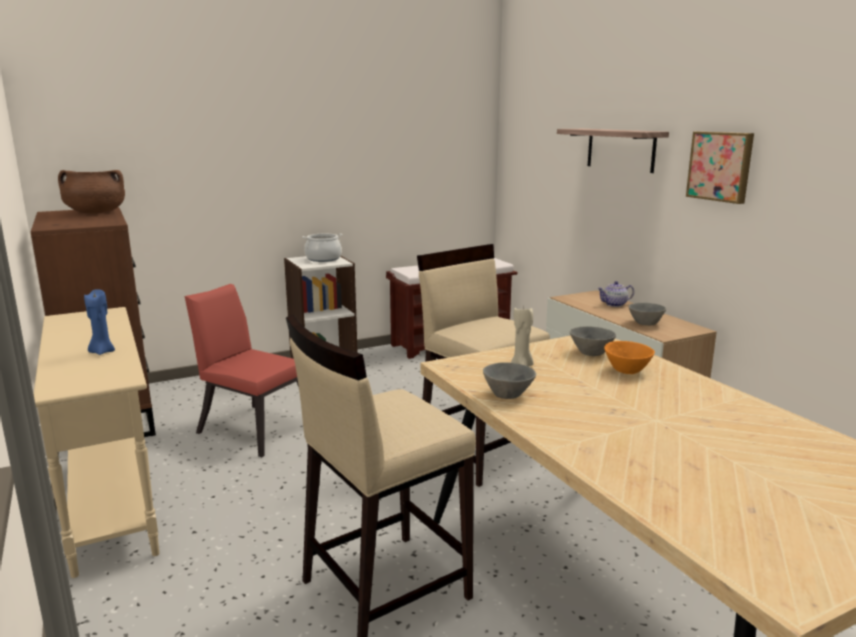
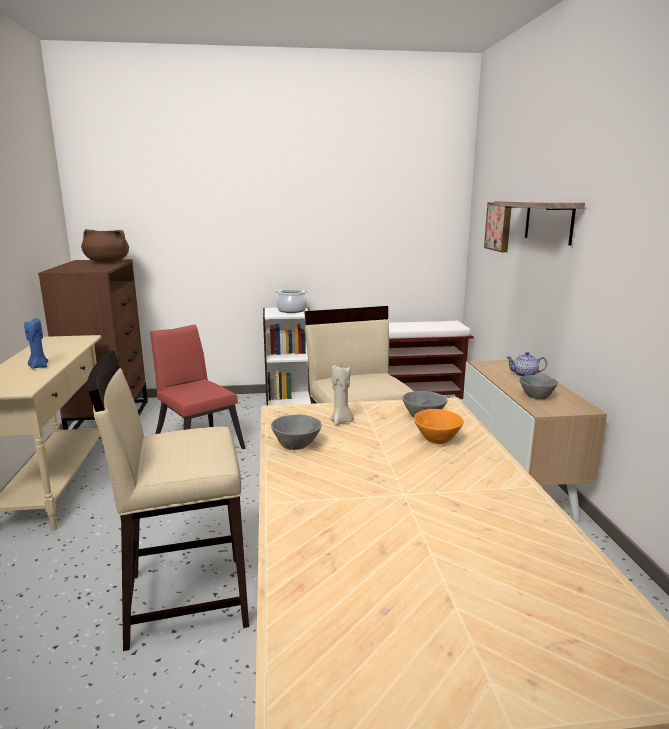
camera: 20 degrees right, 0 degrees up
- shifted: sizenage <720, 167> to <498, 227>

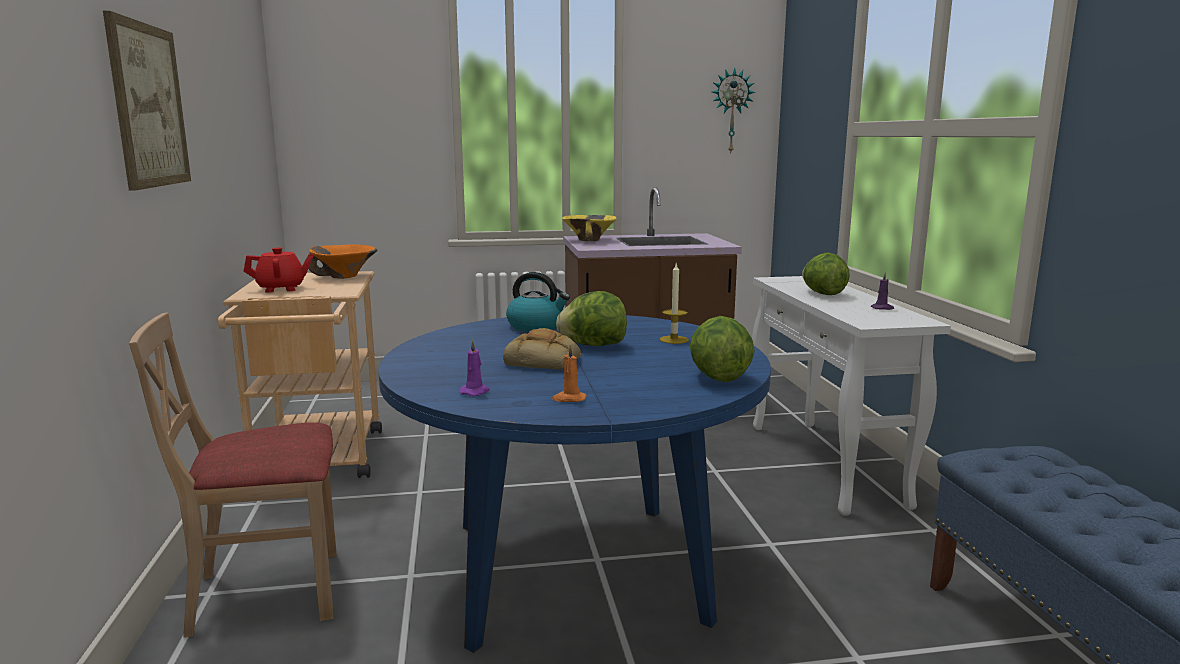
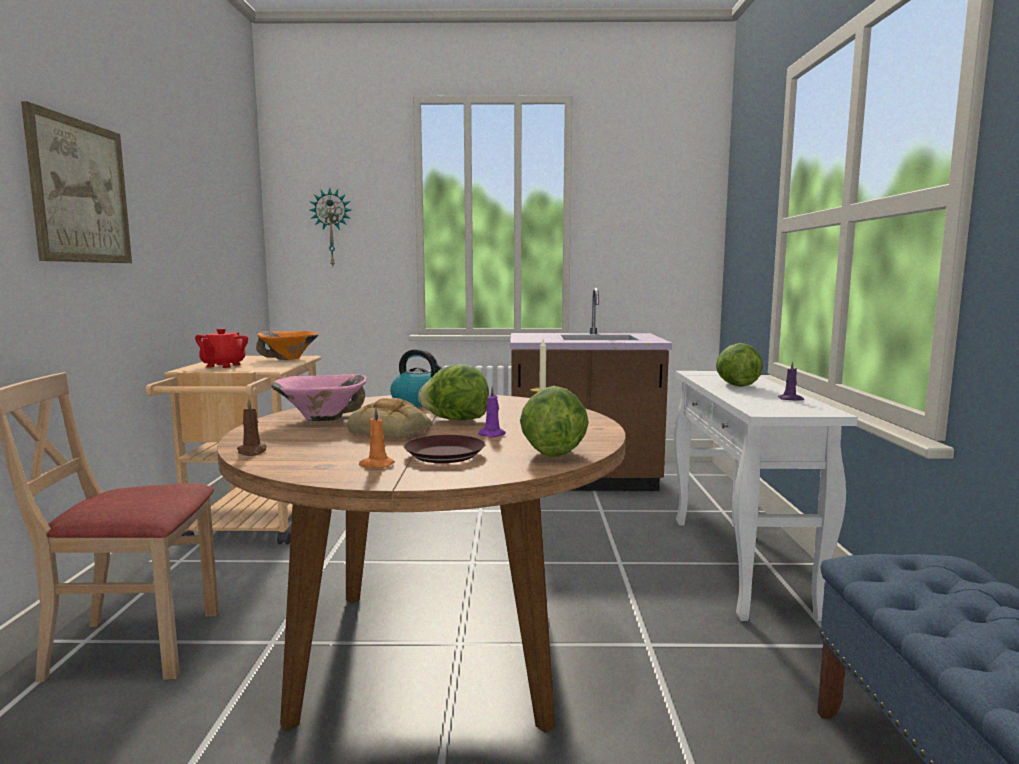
camera: 10 degrees right, 5 degrees down
- rotated: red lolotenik <278, 270> = <221, 348> 105 degrees clockwise
- repainted: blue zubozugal <574, 484> to brown zubozugal <421, 564>
- new: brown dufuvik <252, 427>
- new: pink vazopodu <319, 397>
- shifted: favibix <734, 111> to <330, 227>
- new: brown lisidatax <445, 449>
- shifted: purple dufuvik <474, 368> to <492, 411>
- gone: yellow vazopodu <589, 228>

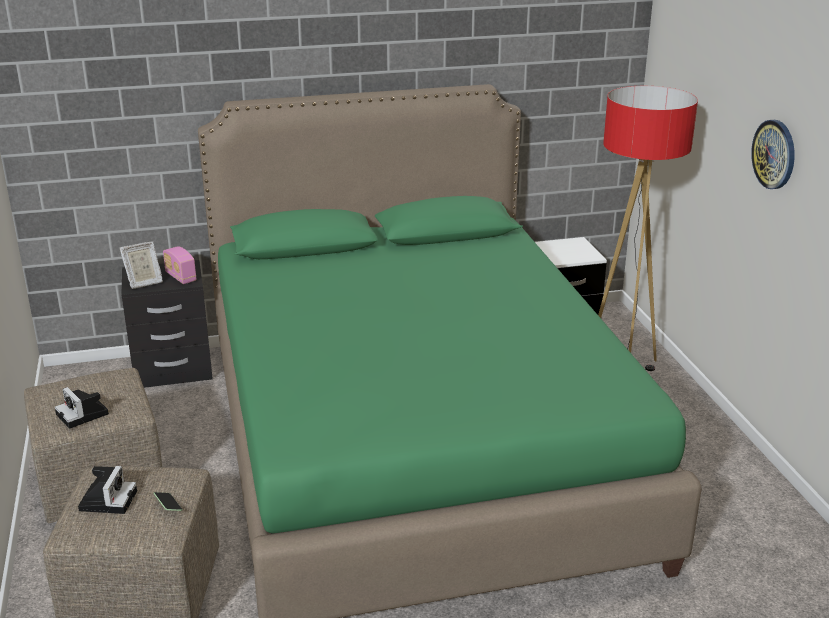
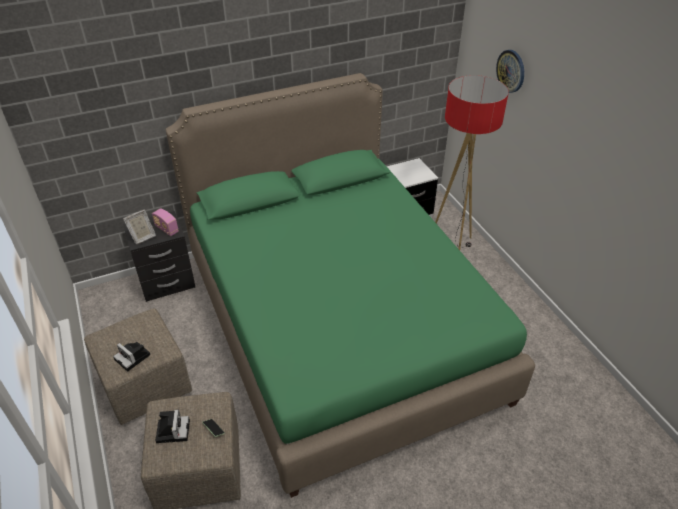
camera: 10 degrees left, 15 degrees up
- shifted: favibix <773, 154> to <510, 71>

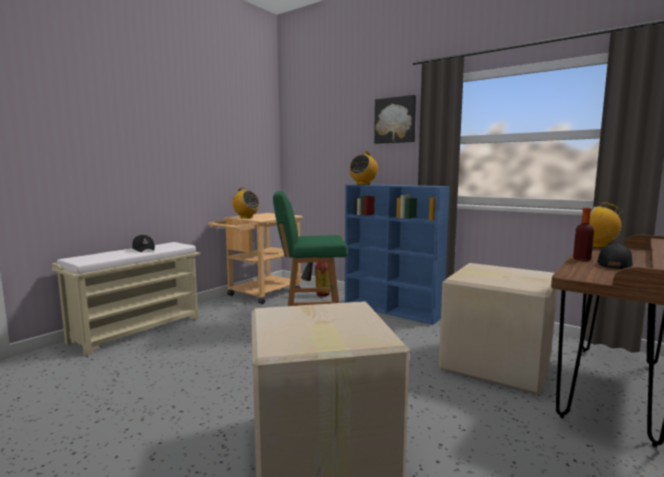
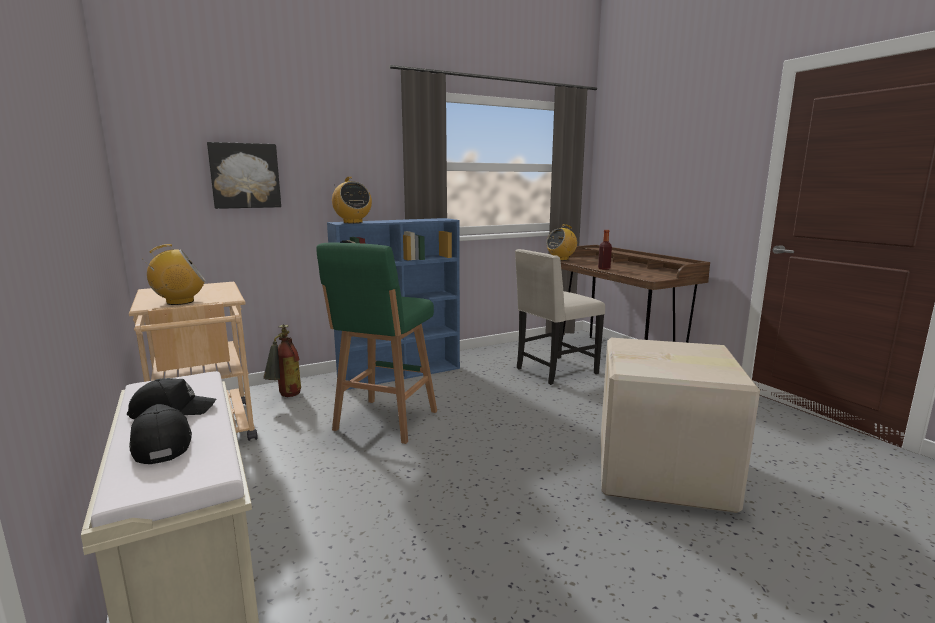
camera: 65 degrees left, 5 degrees up
- shifted: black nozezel <615, 256> to <160, 434>
- shifted: sizenage <395, 119> to <244, 175>
- swapped: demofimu <498, 328> to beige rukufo <560, 317>

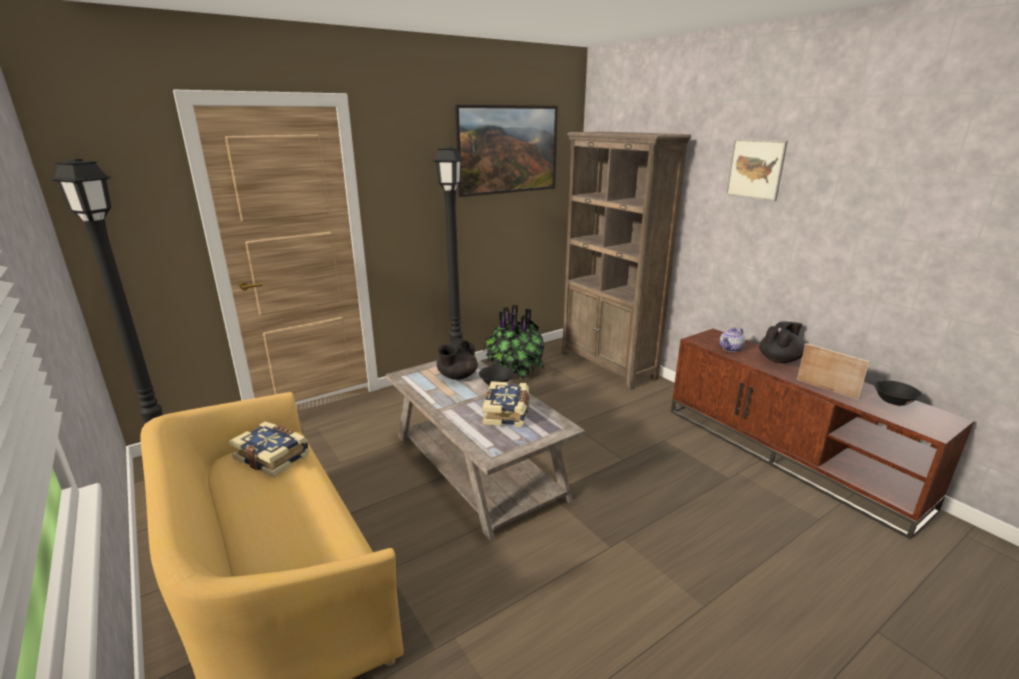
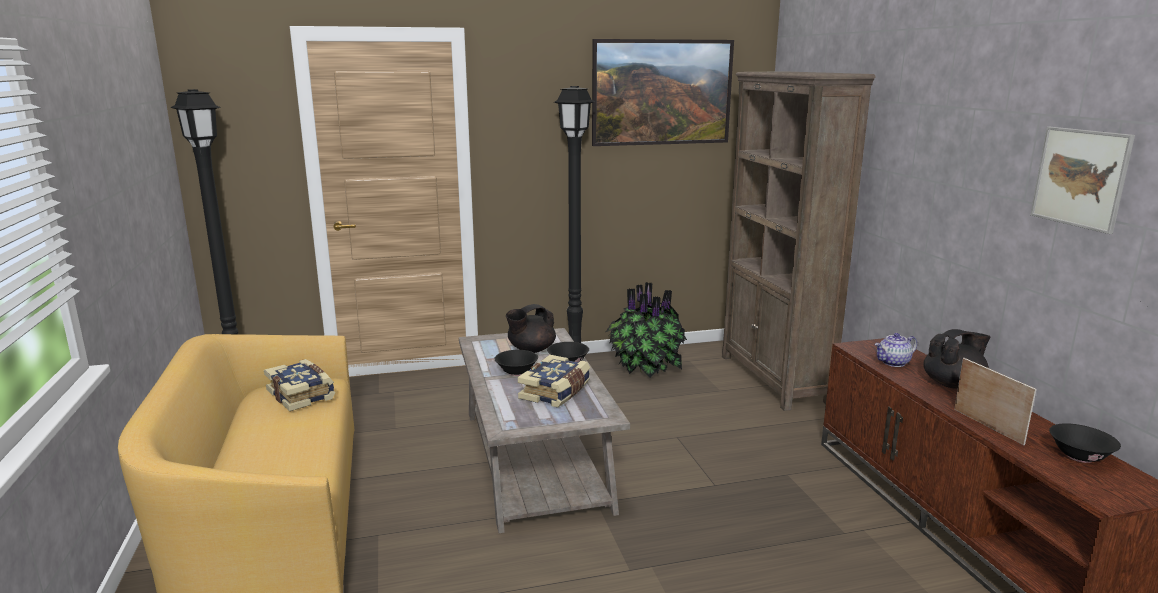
camera: 20 degrees right, 5 degrees down
- new: black vazopodu <516, 363>
- shifted: sizenage <757, 170> to <1082, 180>

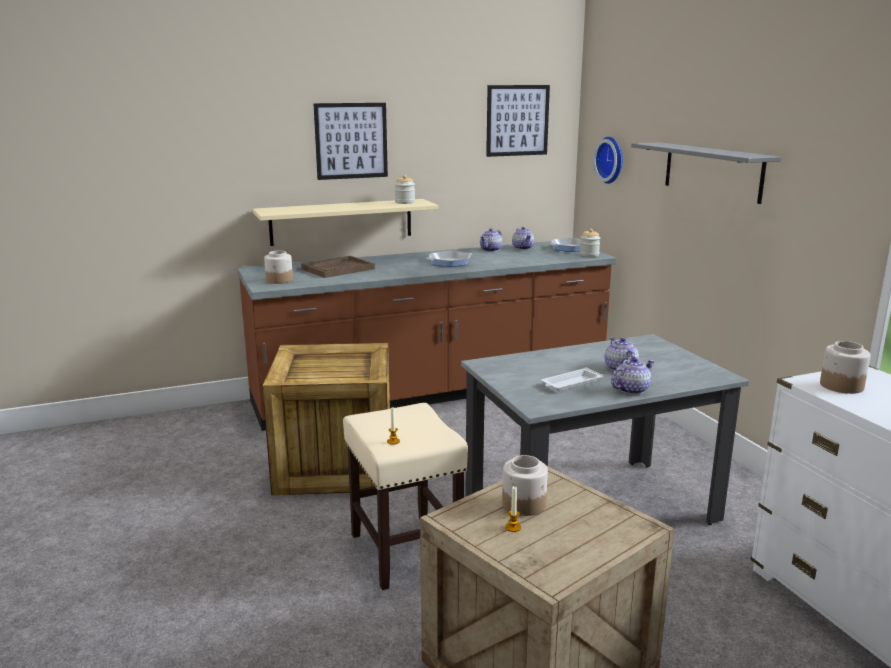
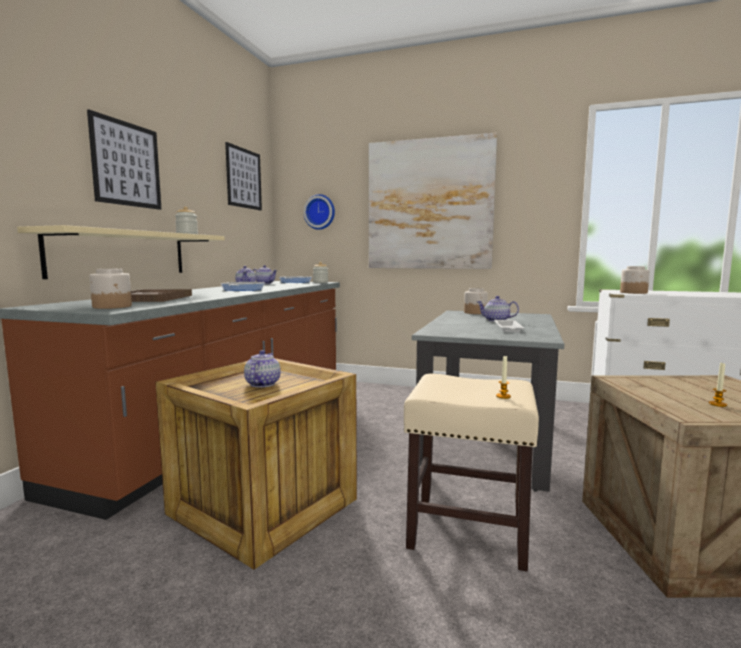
camera: 50 degrees left, 10 degrees down
- shifted: lolotenik <633, 376> to <262, 369>
- swapped: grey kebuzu <706, 173> to sizenage <433, 201>
- shifted: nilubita <525, 485> to <476, 301>

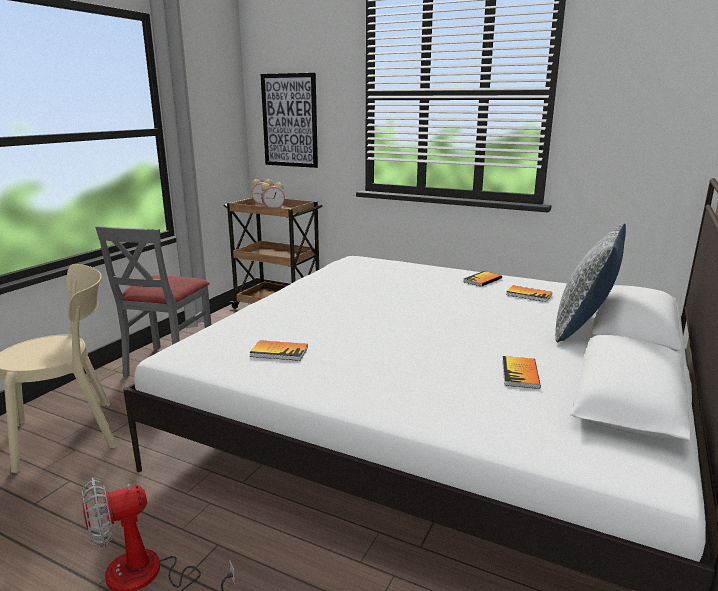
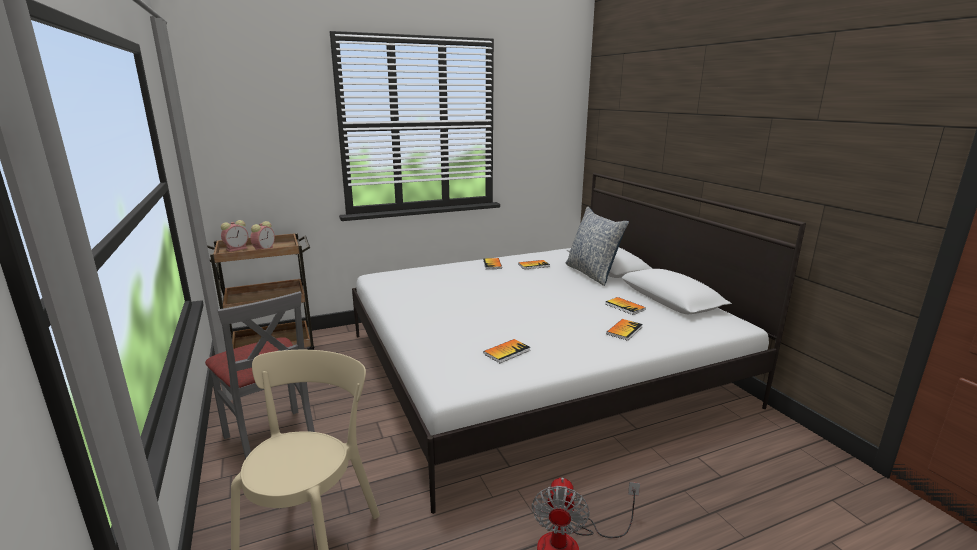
camera: 50 degrees left, 0 degrees up
- new: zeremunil <624, 330>
- gone: sizenage <289, 120>

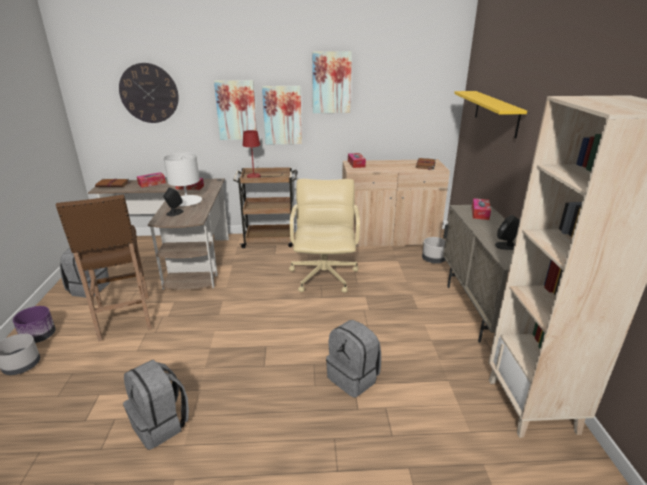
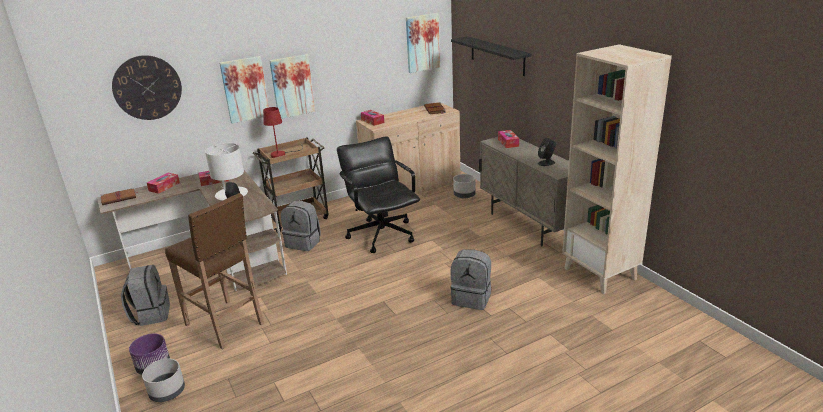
camera: 25 degrees left, 0 degrees up
- shifted: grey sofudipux <156, 405> to <301, 226>
- repainted: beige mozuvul <324, 236> to black mozuvul <378, 194>
- shifted: sizenage <332, 82> to <423, 43>
- repainted: yellow kebuzu <490, 115> to black kebuzu <491, 56>

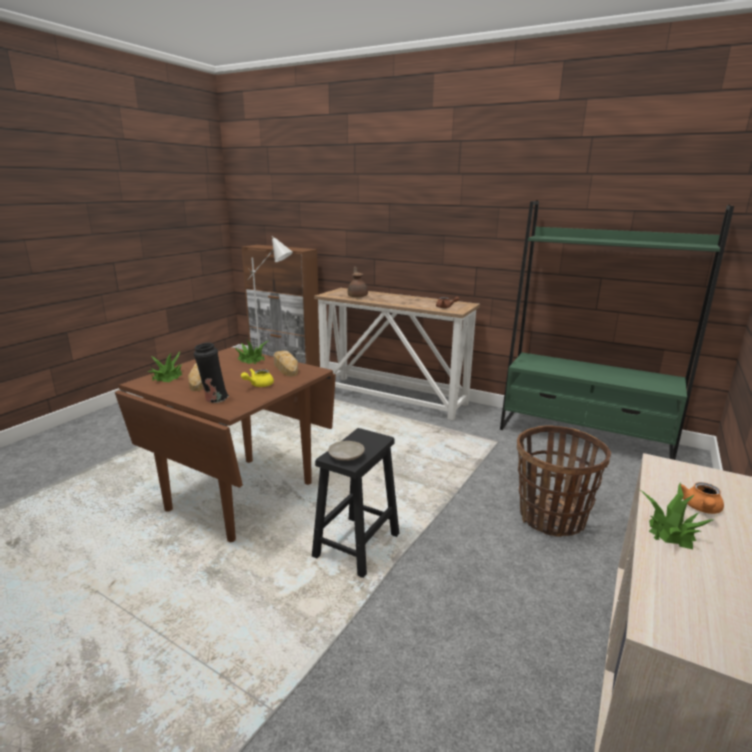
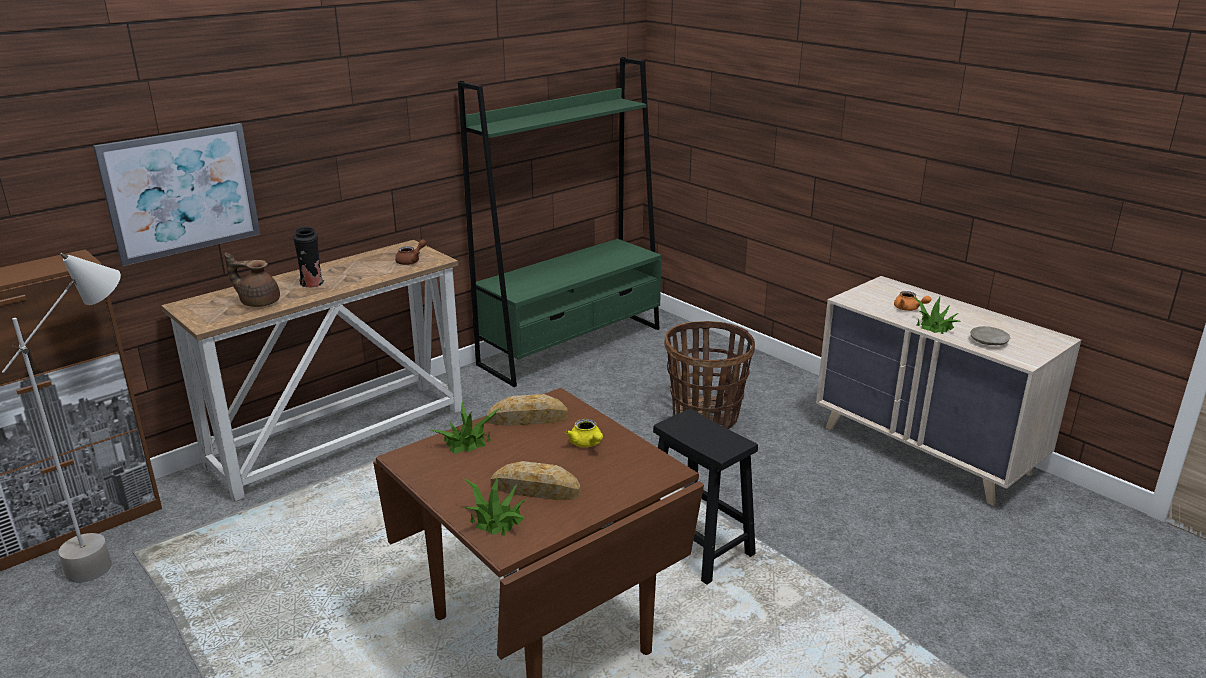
camera: 70 degrees left, 5 degrees up
- new: sizenage <176, 194>
- shifted: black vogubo <211, 372> to <308, 257>
- shifted: beige lisidatax <346, 451> to <990, 335>

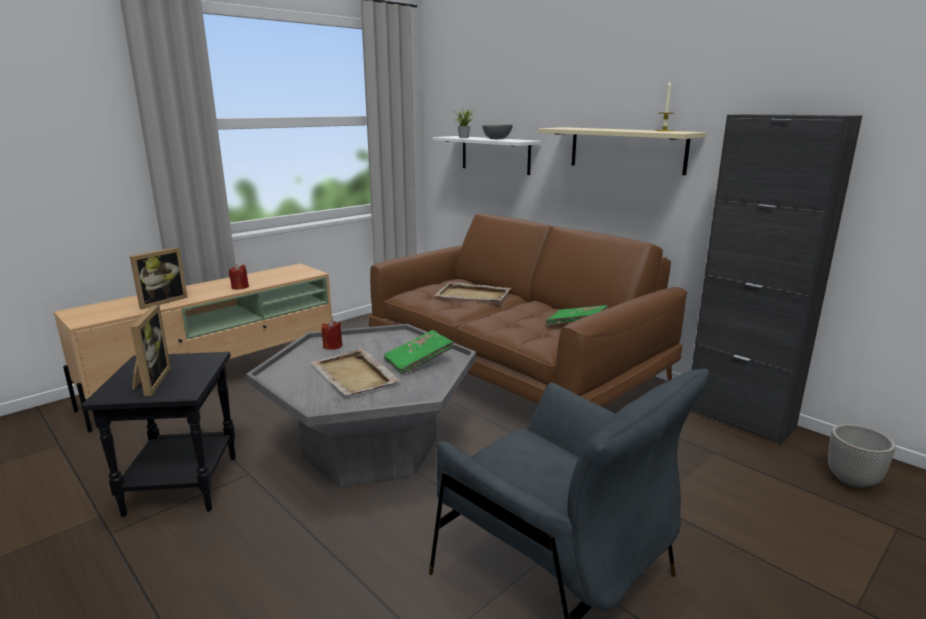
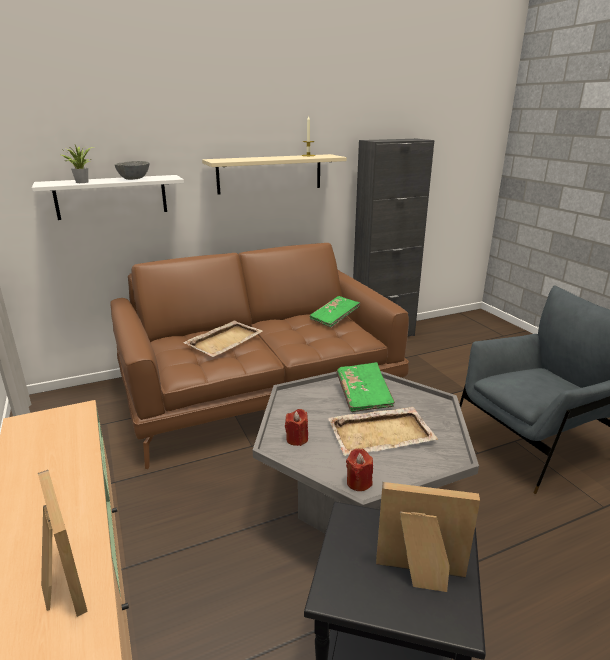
camera: 70 degrees left, 5 degrees up
- shifted: red dufuvik <239, 277> to <359, 469>
- gone: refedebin <862, 456>

